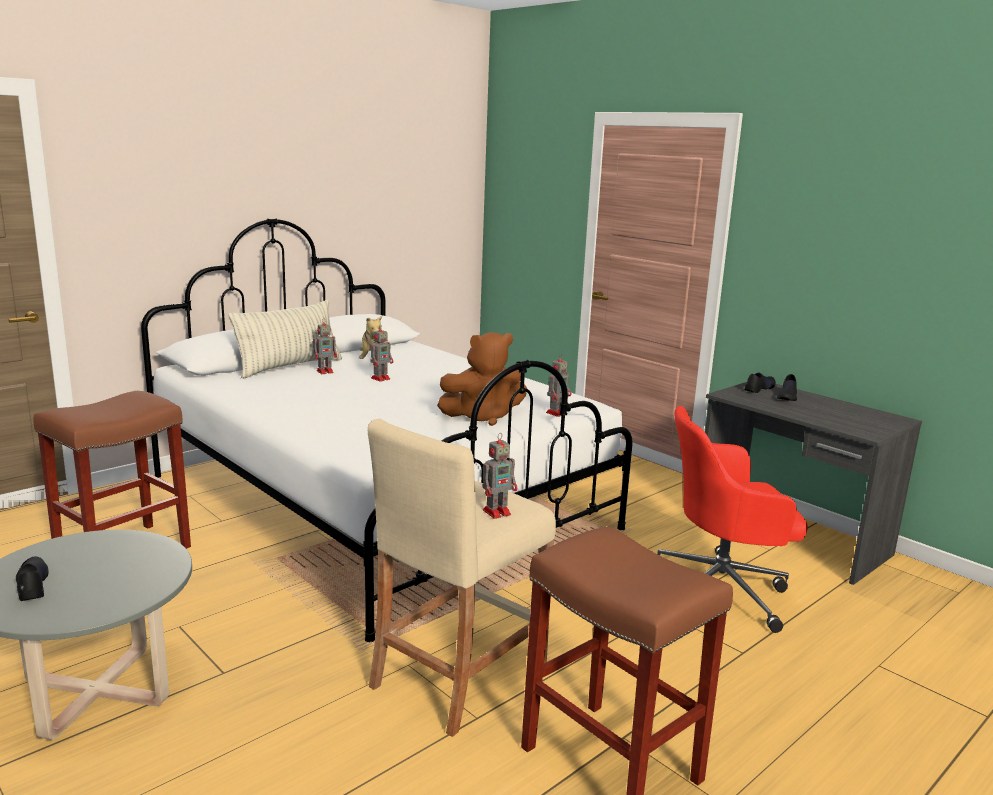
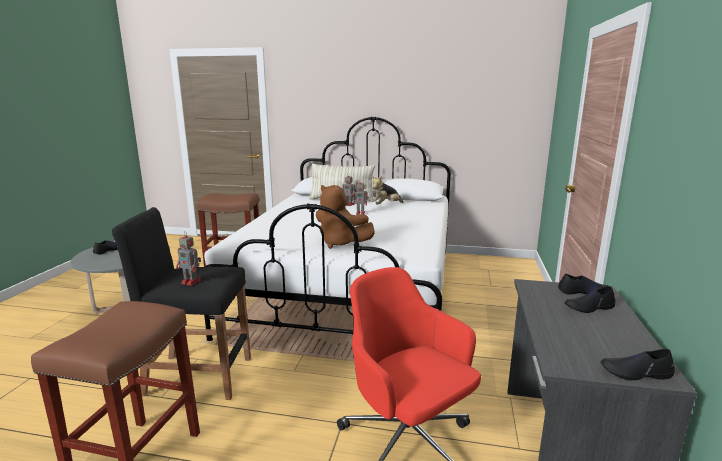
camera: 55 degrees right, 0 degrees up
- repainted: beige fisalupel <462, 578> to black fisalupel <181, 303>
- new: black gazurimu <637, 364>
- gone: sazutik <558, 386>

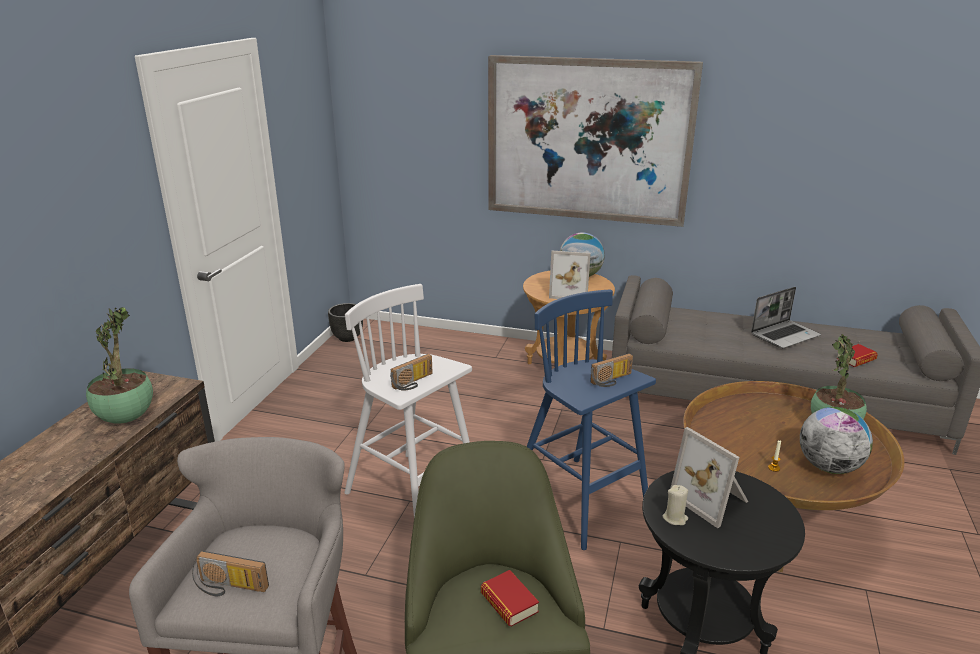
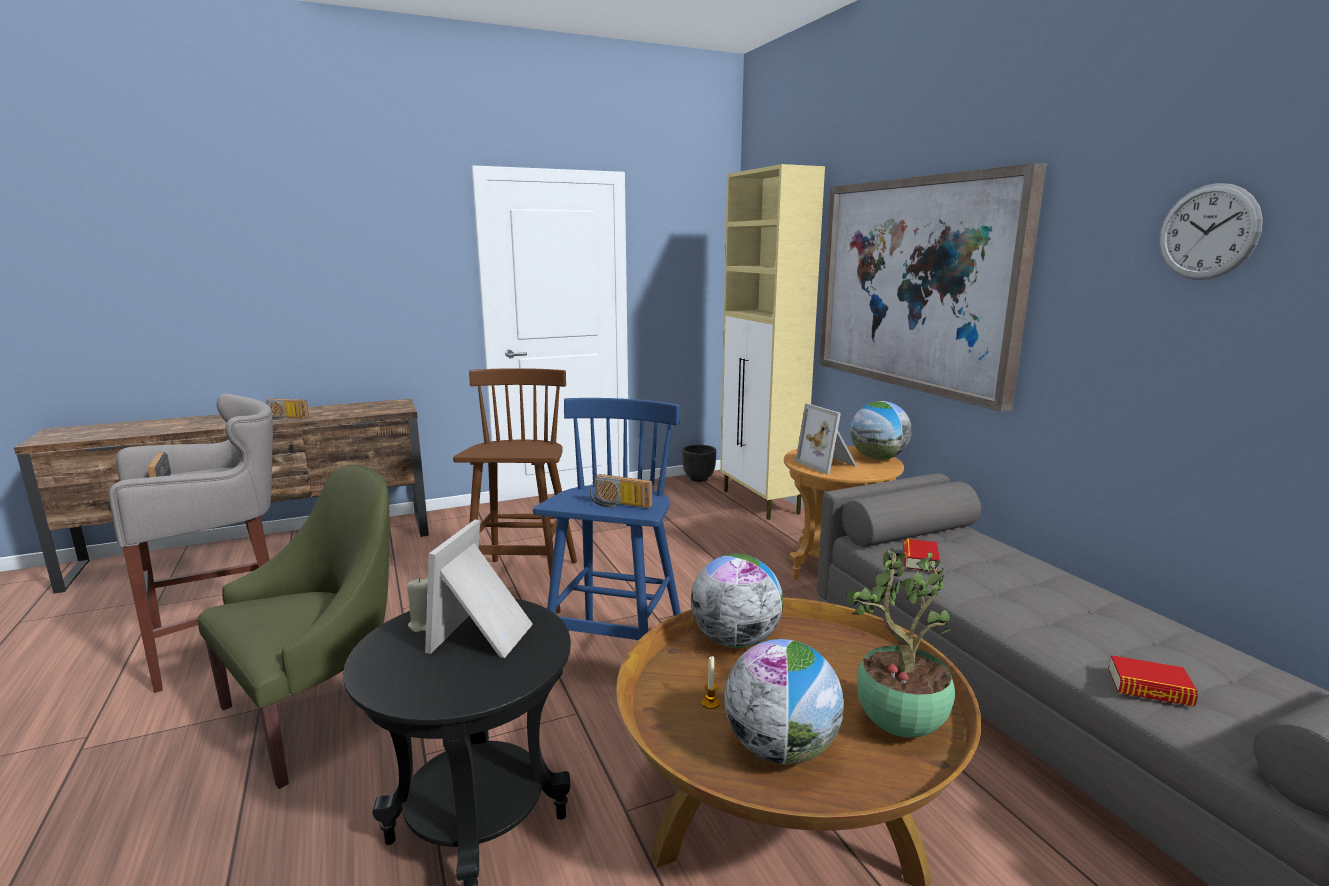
camera: 50 degrees right, 10 degrees down
- shifted: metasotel <411, 372> to <287, 409>
- repainted: white fisalupel <408, 400> to brown fisalupel <515, 490>
- new: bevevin <737, 601>
- new: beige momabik <772, 342>
- shifted: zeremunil <510, 598> to <921, 555>
- new: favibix <1211, 231>
- gone: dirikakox <119, 365>
- gone: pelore <786, 317>

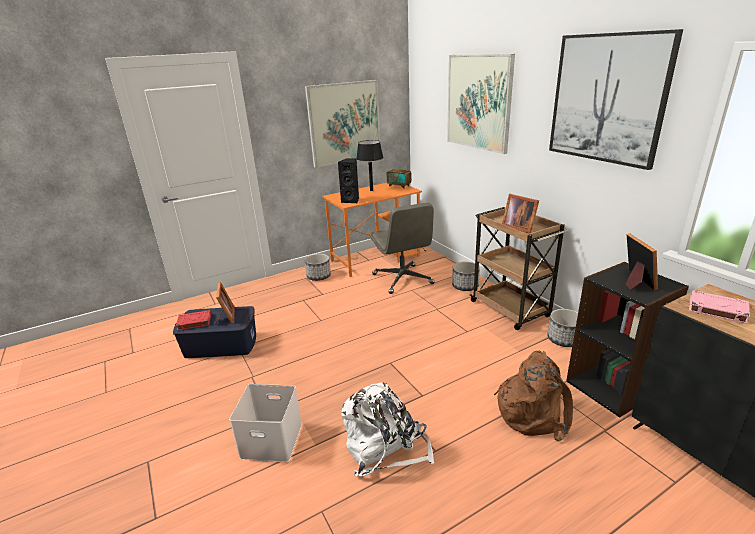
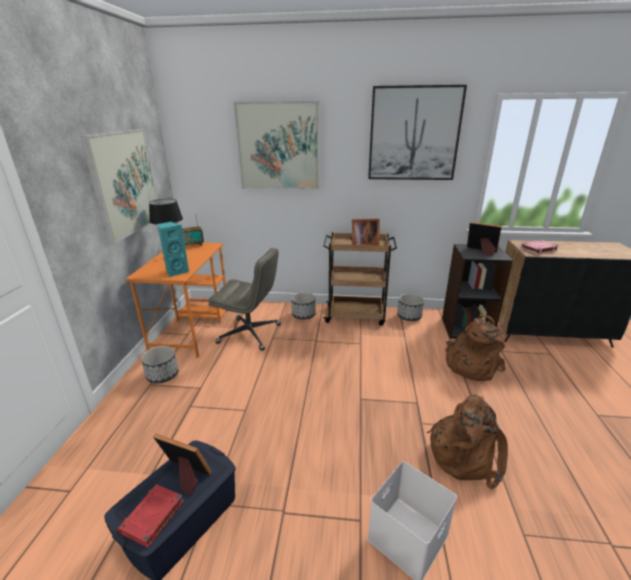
camera: 55 degrees left, 0 degrees up
- repainted: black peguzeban <348, 181> to turquoise peguzeban <173, 249>
- repainted: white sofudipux <388, 429> to brown sofudipux <467, 442>

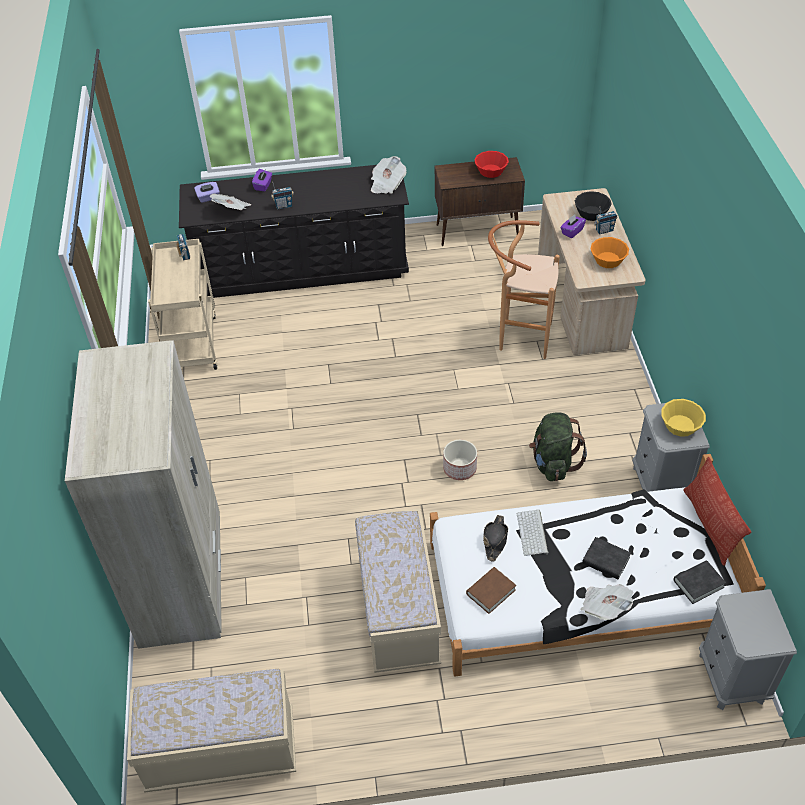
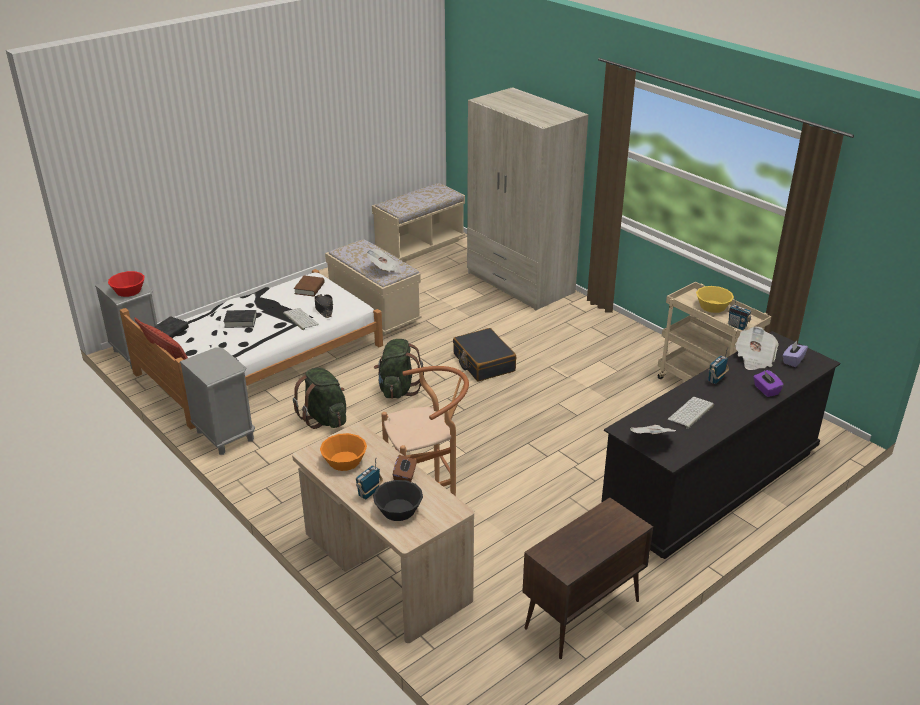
camera: 145 degrees right, 15 degrees down
- shifted: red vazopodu <492, 164> to <126, 284>
- shifted: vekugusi <607, 602> to <384, 261>
- swapped: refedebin <460, 460> to green sofudipux <399, 369>
- repainted: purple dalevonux <573, 226> to brown dalevonux <405, 468>
- new: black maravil <485, 355>
- new: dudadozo <691, 413>
- shifted: yellow vazopodu <683, 418> to <715, 299>

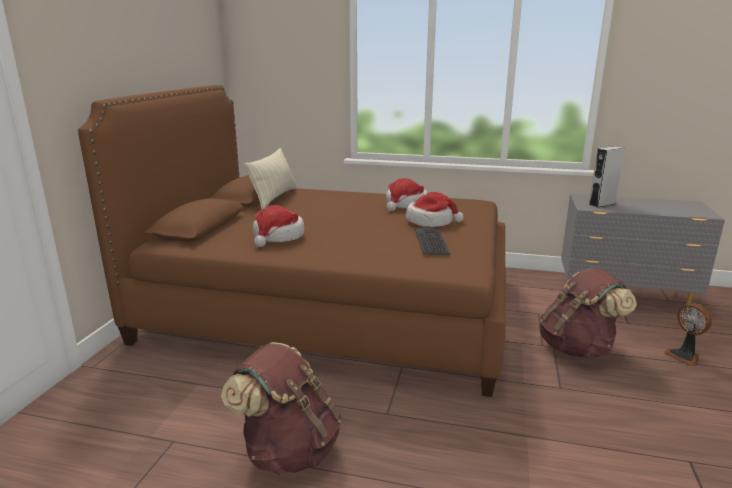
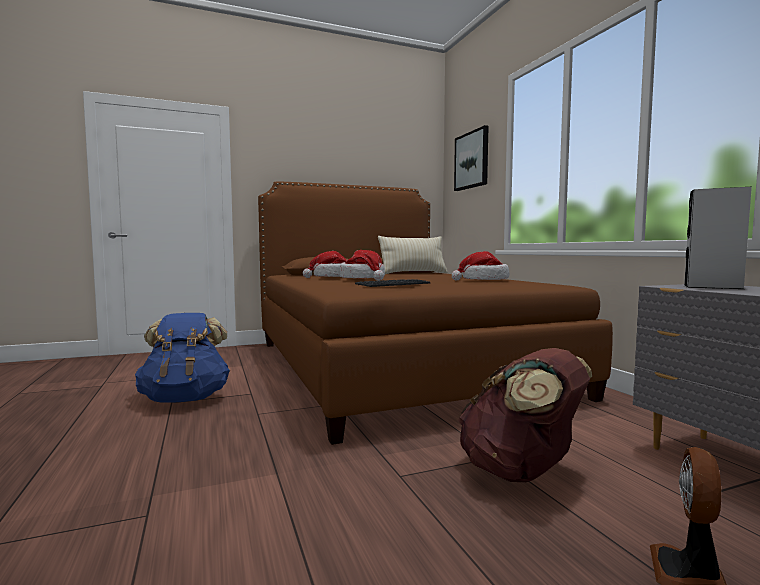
camera: 55 degrees right, 15 degrees down
- repainted: brown sofudipux <281, 408> to blue sofudipux <182, 358>
- shifted: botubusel <435, 209> to <362, 265>
- new: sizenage <471, 158>

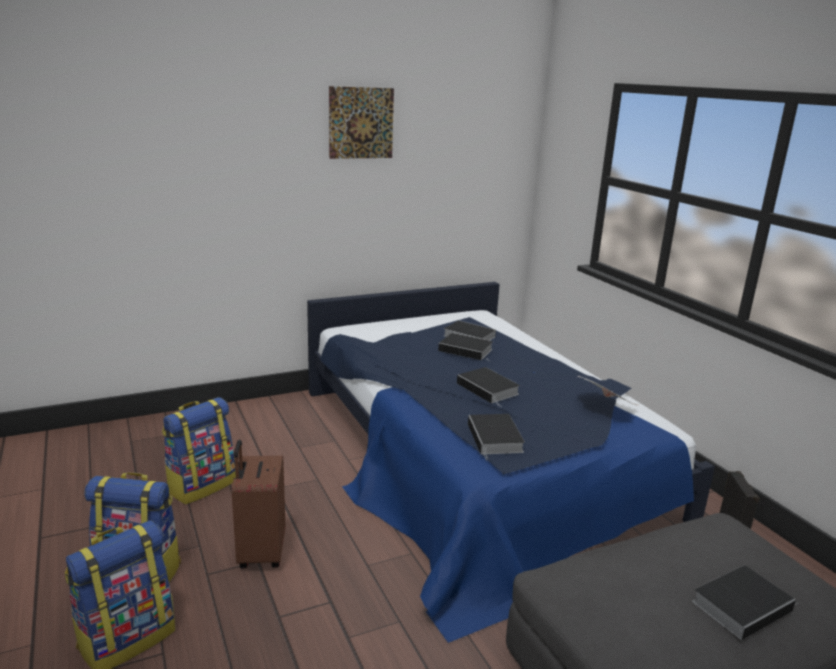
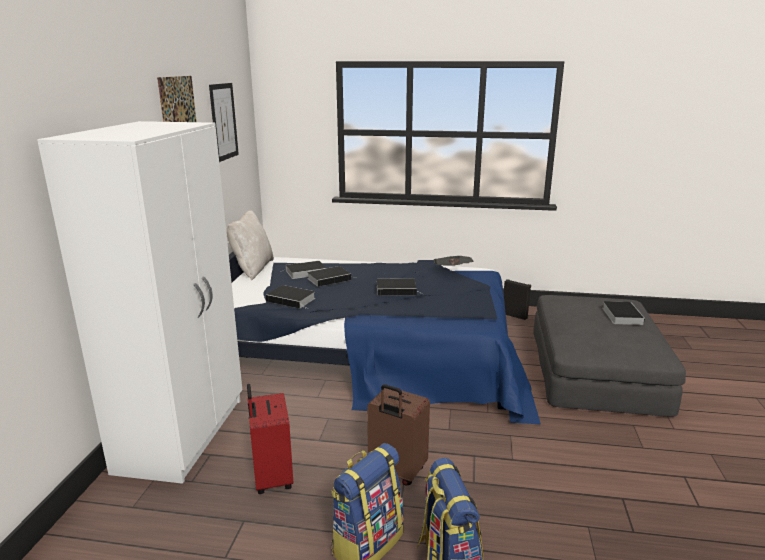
camera: 55 degrees left, 0 degrees up
- new: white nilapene <139, 302>
- new: sizenage <224, 122>
- new: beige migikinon <250, 245>
- swapped: sofudipux <199, 451> to red maravil <270, 439>
- shifted: zeremunil <496, 437> to <290, 297>

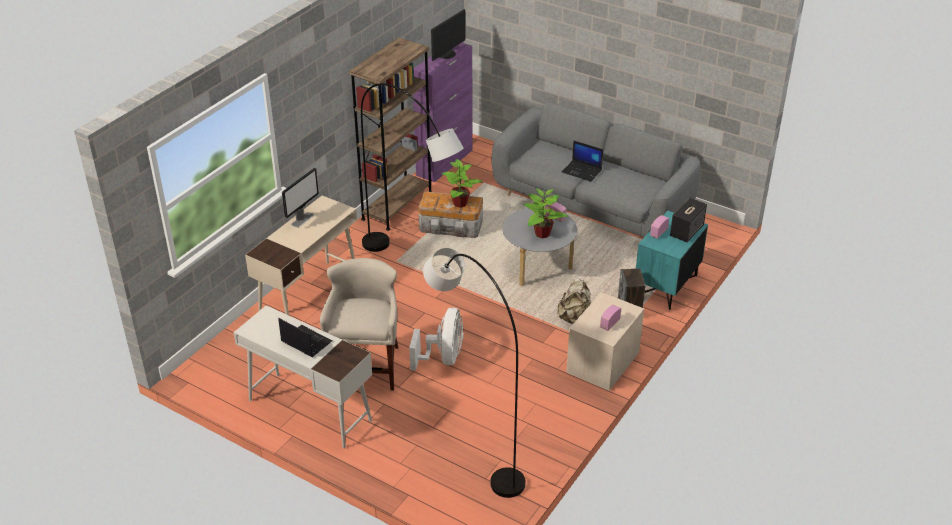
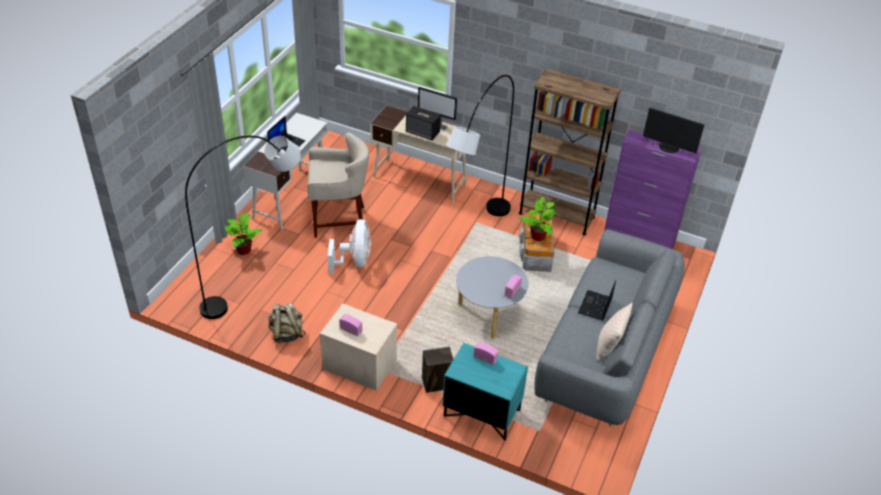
camera: 80 degrees right, 5 degrees up
- shifted: dirikakox <545, 213> to <243, 233>
- shifted: beige sofudipux <574, 301> to <286, 323>
- rotated: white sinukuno <436, 339> = <349, 246> 90 degrees counterclockwise
- shifted: peguzeban <688, 220> to <423, 123>
- new: beige migikinon <614, 332>

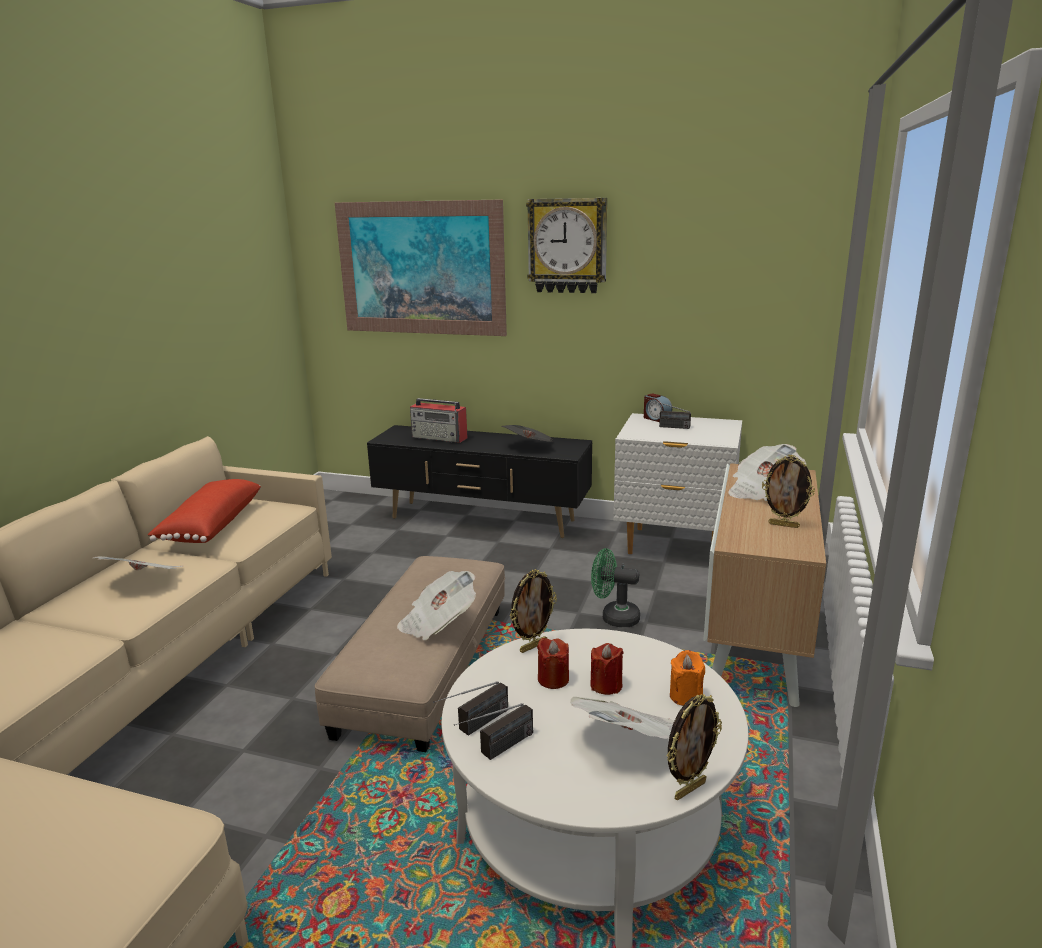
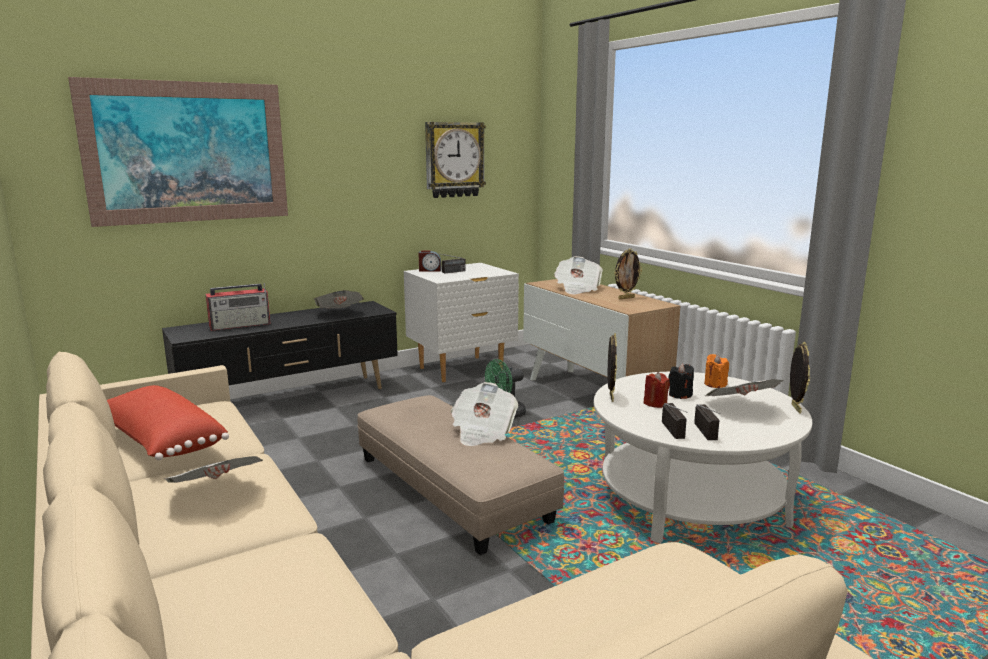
camera: 50 degrees left, 5 degrees down
- shifted: favibix <566, 245> to <455, 160>
- repainted: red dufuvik <607, 669> to black dufuvik <681, 381>

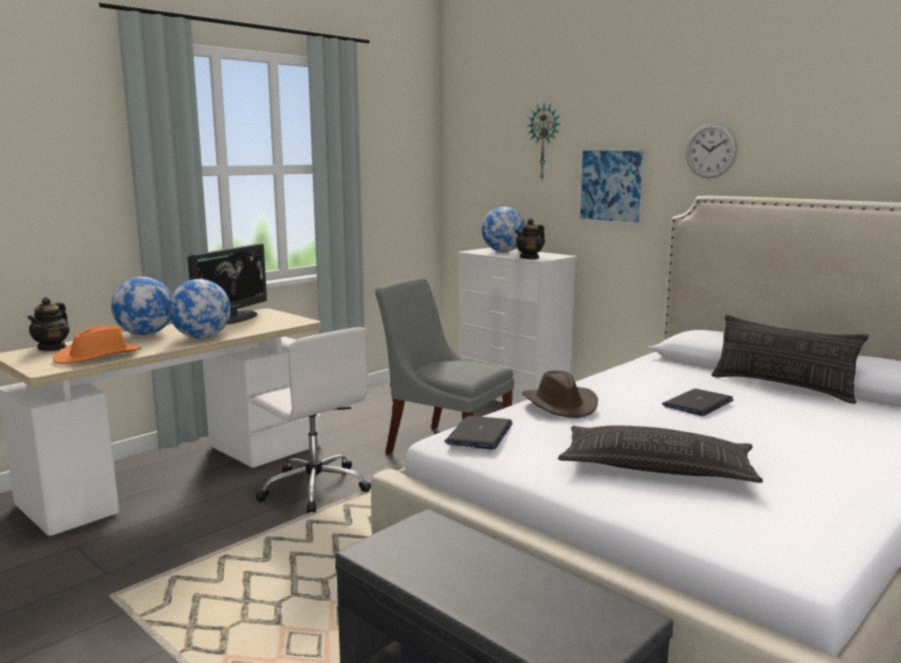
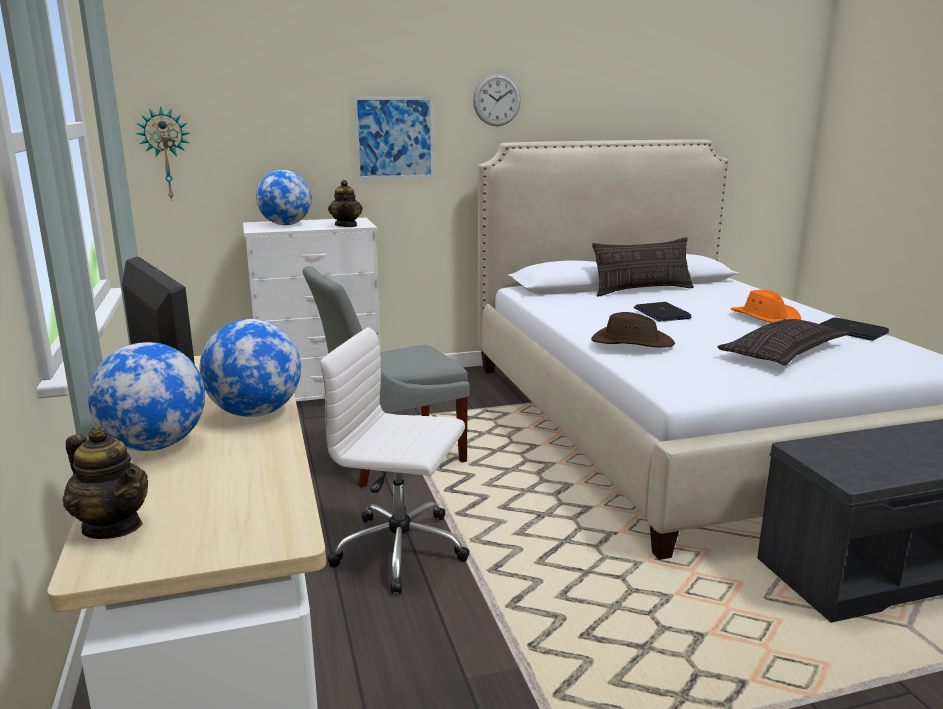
camera: 60 degrees left, 5 degrees up
- shifted: favibix <543, 141> to <163, 153>
- rotated: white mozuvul <311, 420> = <395, 460> 150 degrees counterclockwise
- shifted: orange botubusel <97, 344> to <765, 306>
- shifted: pelore <478, 433> to <854, 329>

